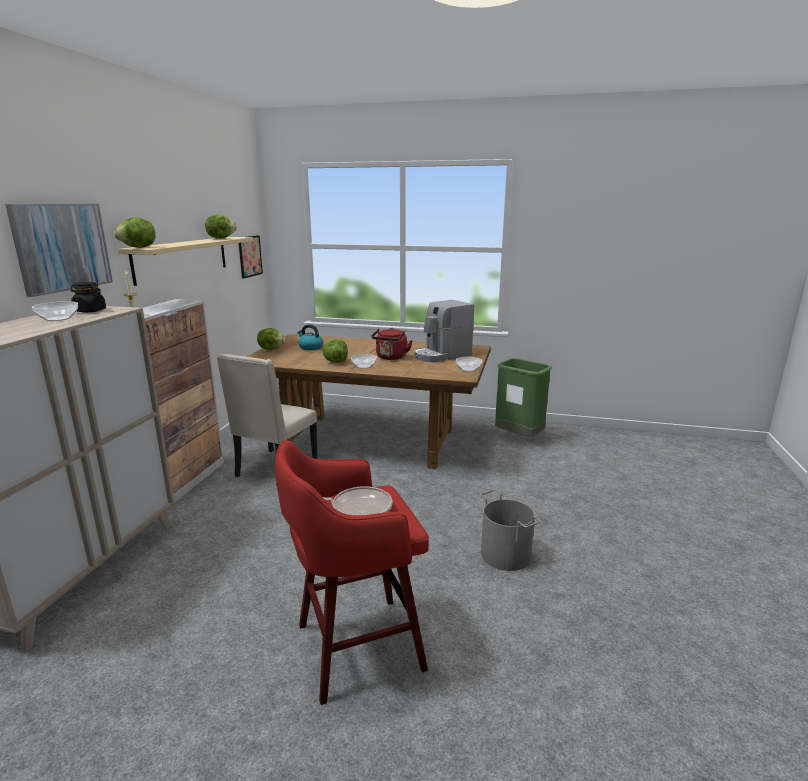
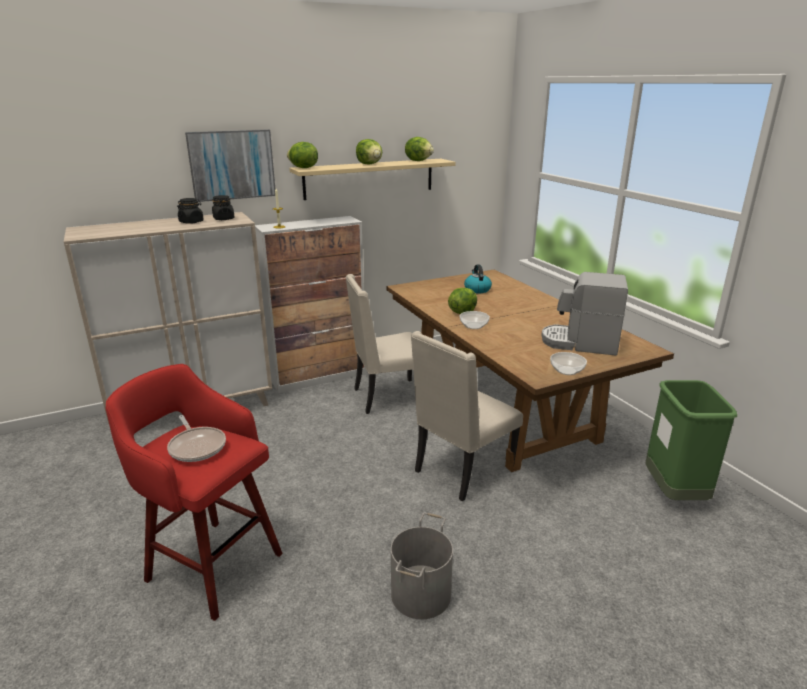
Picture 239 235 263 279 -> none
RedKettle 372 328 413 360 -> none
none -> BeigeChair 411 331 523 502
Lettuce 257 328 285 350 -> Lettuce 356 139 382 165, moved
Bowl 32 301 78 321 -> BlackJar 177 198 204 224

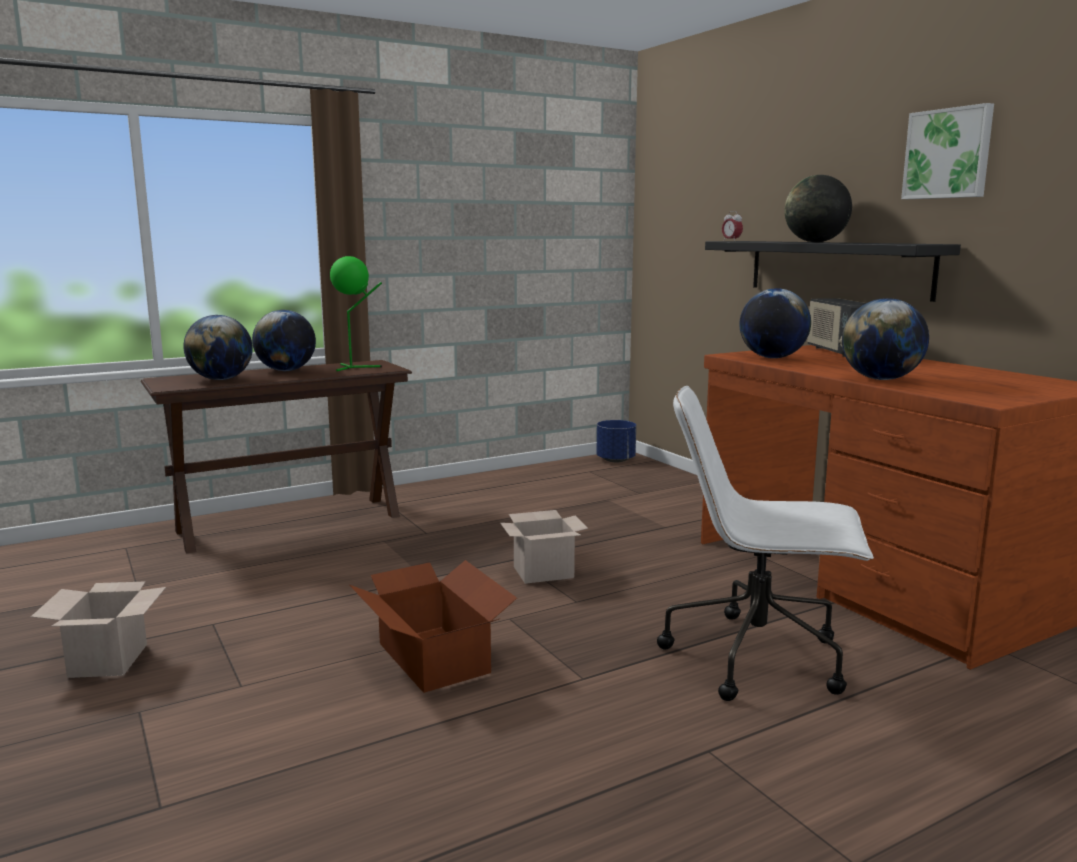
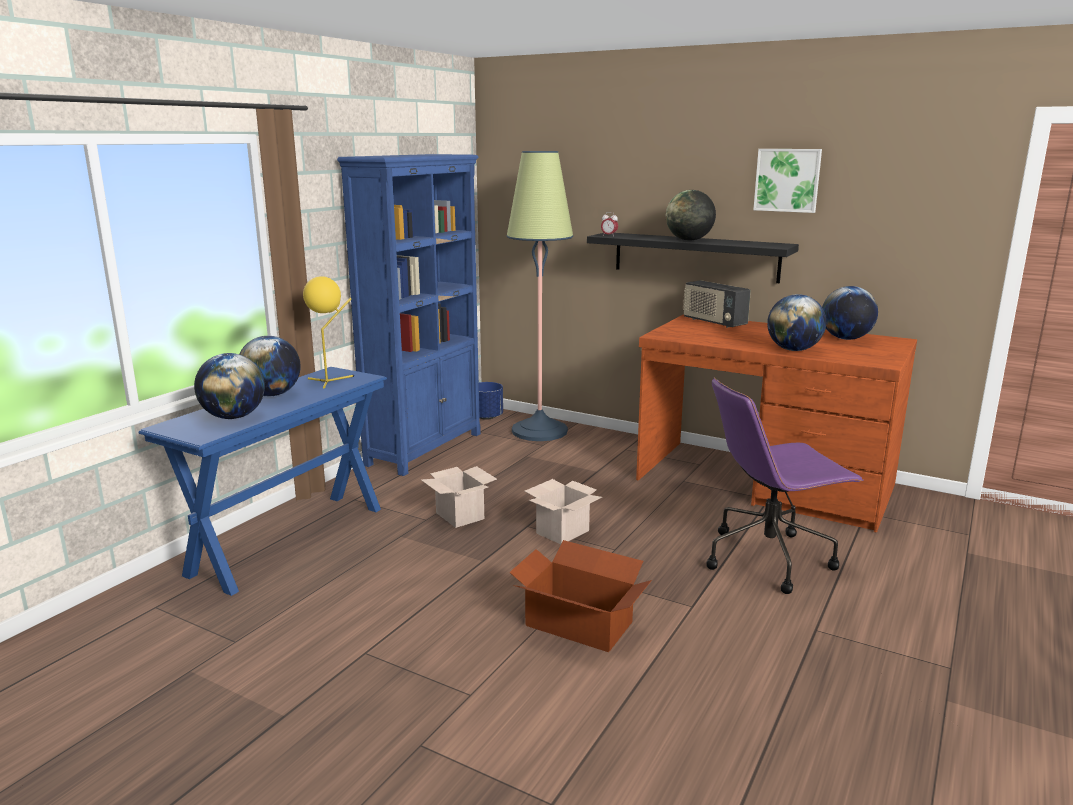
none -> BlueBookcase 337 154 481 476
none -> FloorLamp 507 151 573 441
CardboardBox 31 581 166 678 -> CardboardBox 421 466 497 528, moved
Globe 739 288 811 358 -> Globe 822 286 878 340, moved
BrownConsoleTable 141 360 412 554 -> BlueConsoleTable 139 367 387 596
GreenTableLamp 330 256 382 371 -> YellowTableLamp 303 276 354 388
WhiteOfficeChair 657 386 874 701 -> PurpleOfficeChair 707 378 864 594

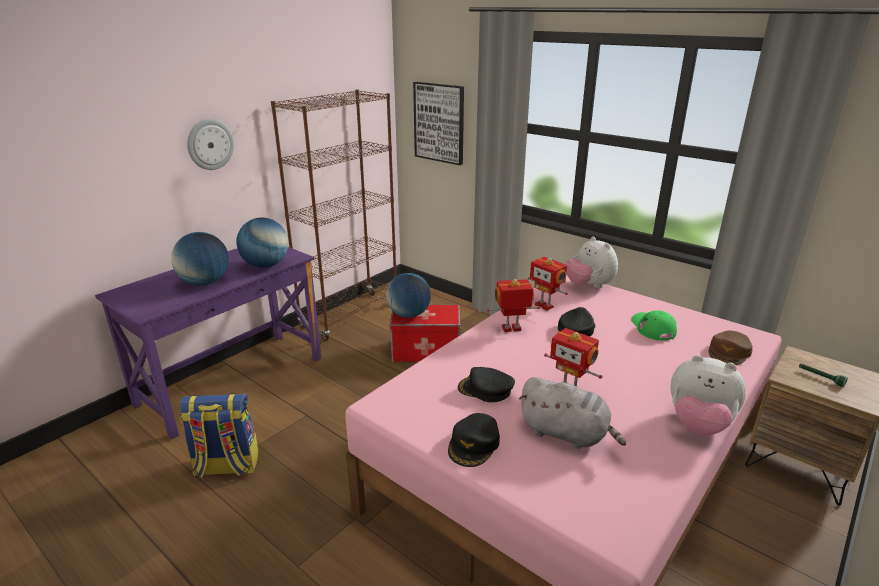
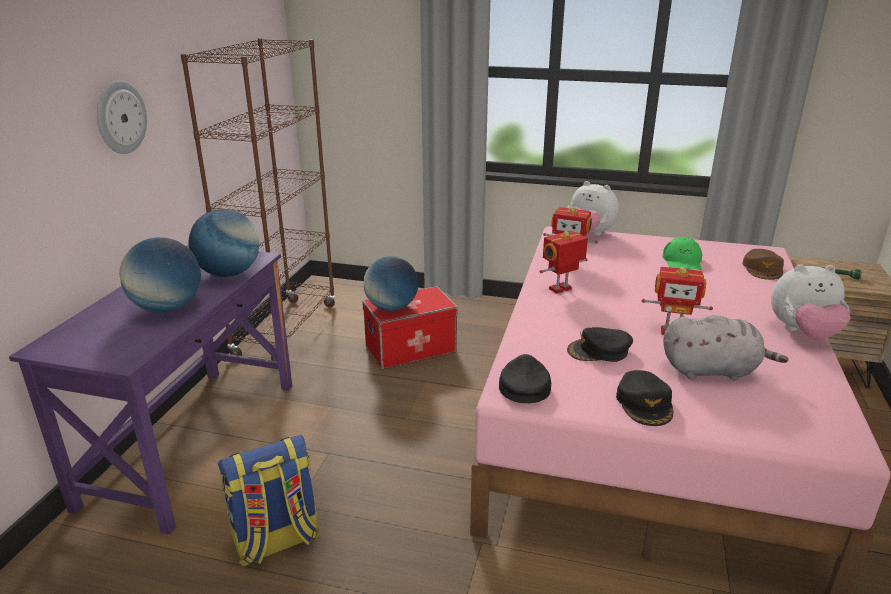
Picture 413 82 464 165 -> none
BlackCap 558 307 595 336 -> BlackCap 499 354 551 403, moved
GreenCap 631 310 677 341 -> GreenCap 663 237 702 270, 135 degrees counterclockwise

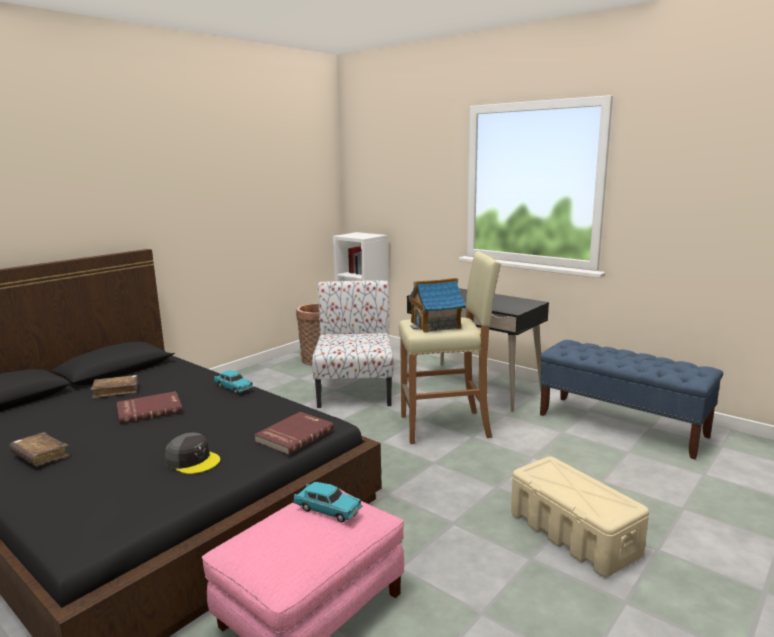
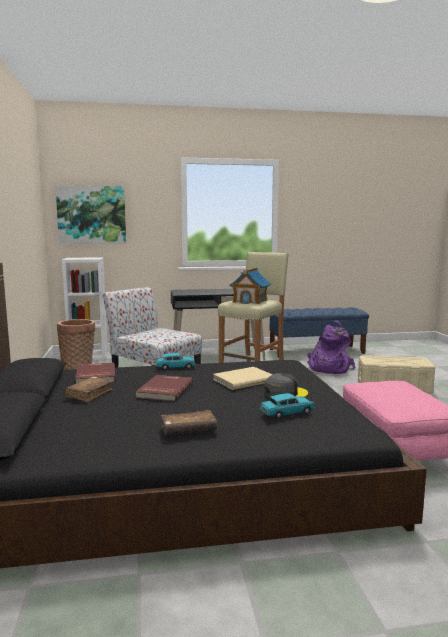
none -> Picture 55 185 126 244
none -> BeigeBook 213 367 273 390
none -> PurpleBackpack 307 321 356 374
RedBook 254 412 334 455 -> RedBook 75 362 115 383, moved
TurquoiseToyCar 293 482 363 522 -> TurquoiseToyCar 259 393 315 419, moved

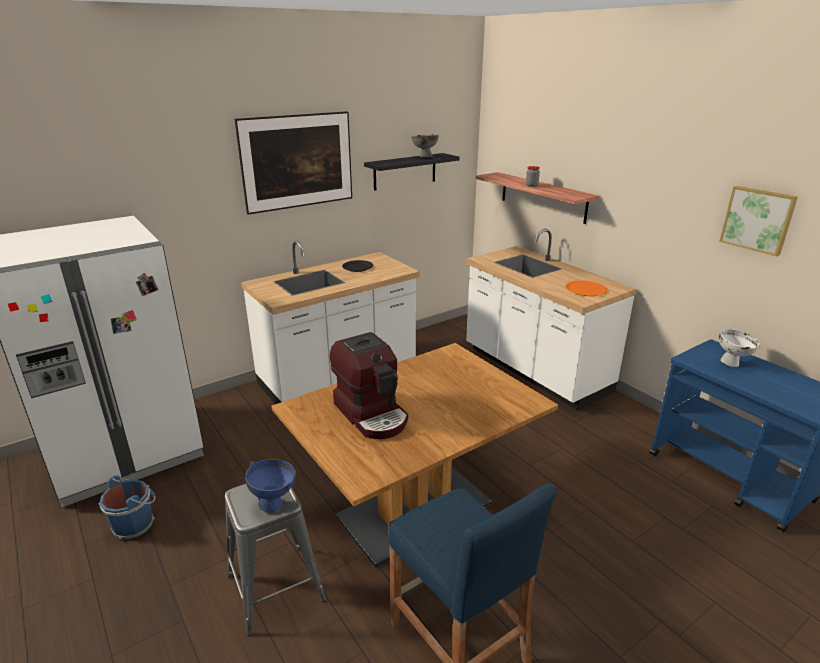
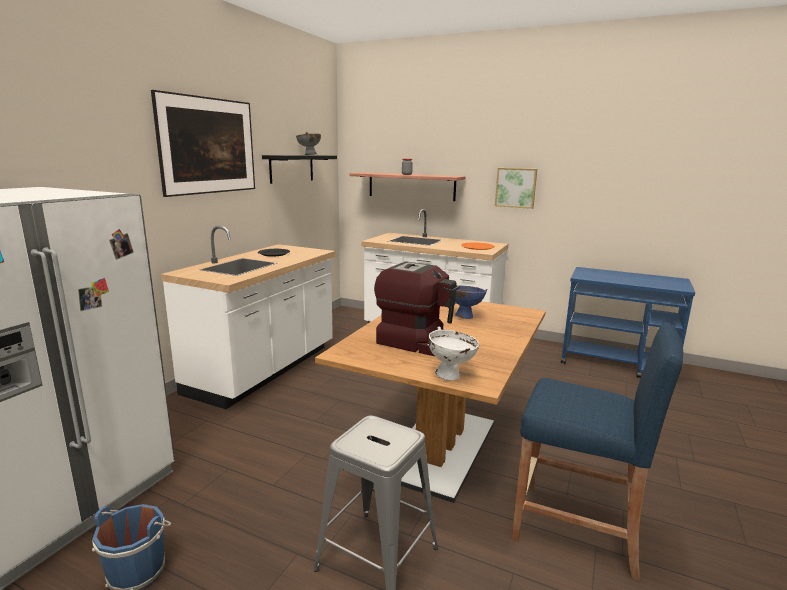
BlueBowl 245 459 296 512 -> BlueBowl 455 285 488 319, moved
Picture 719 186 798 256 -> Picture 495 168 537 209, moved
WhiteBowl 719 327 761 367 -> WhiteBowl 428 327 479 381, moved

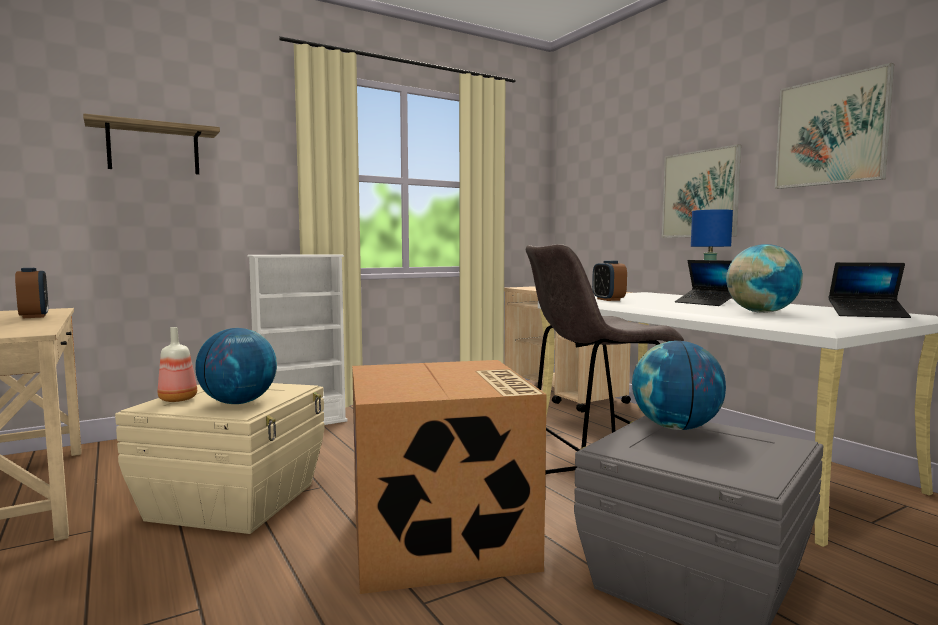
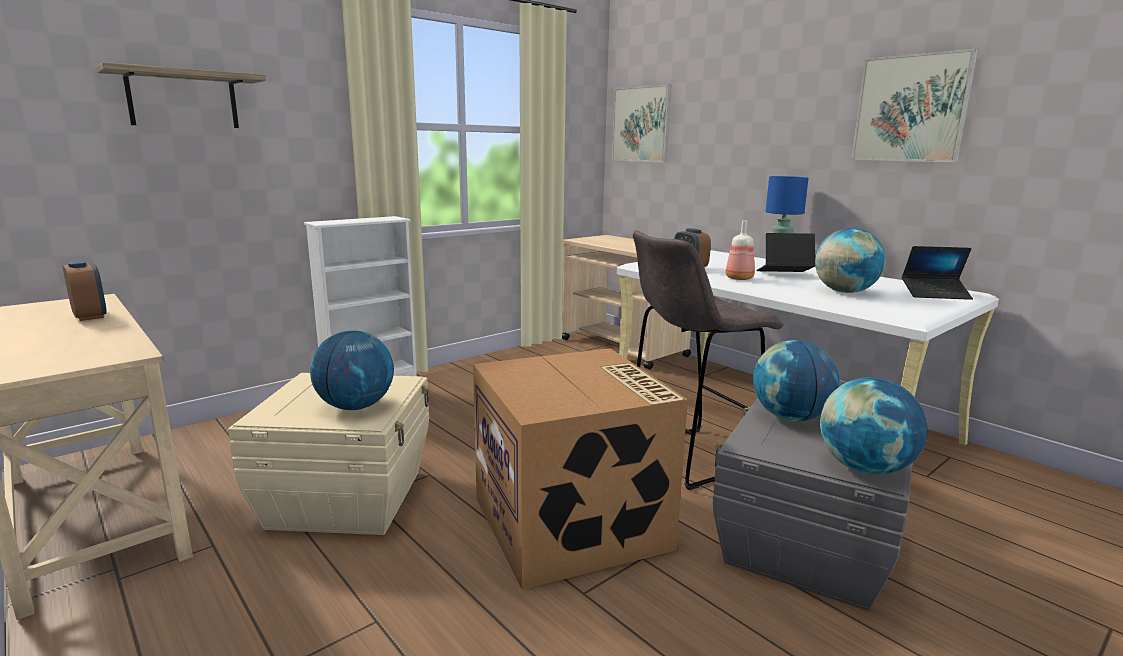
none -> Globe 820 377 928 475
Bottle 158 327 197 402 -> Bottle 725 221 755 280, moved
Picture 662 144 741 238 -> Picture 612 84 671 162, moved
Laptop 675 260 732 306 -> Laptop 756 233 815 272, 135 degrees clockwise

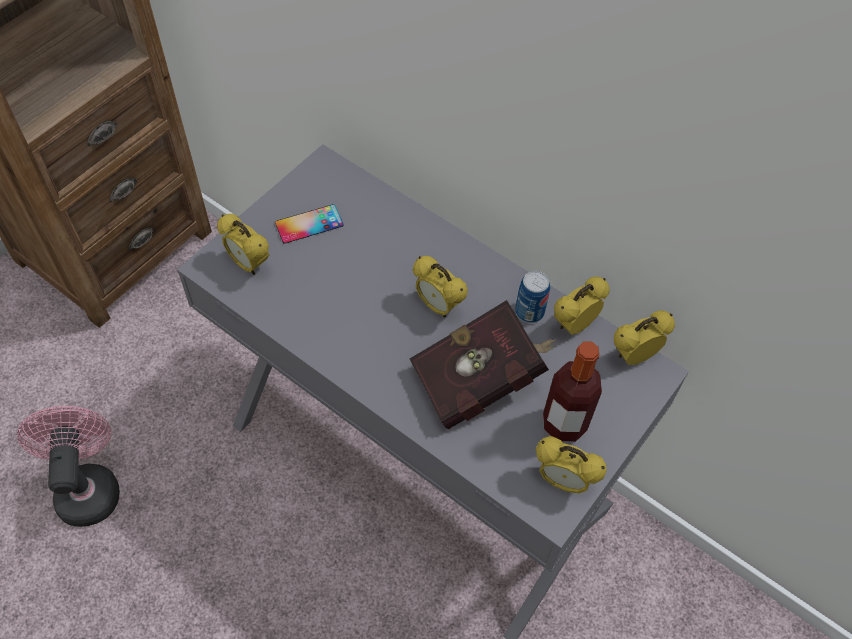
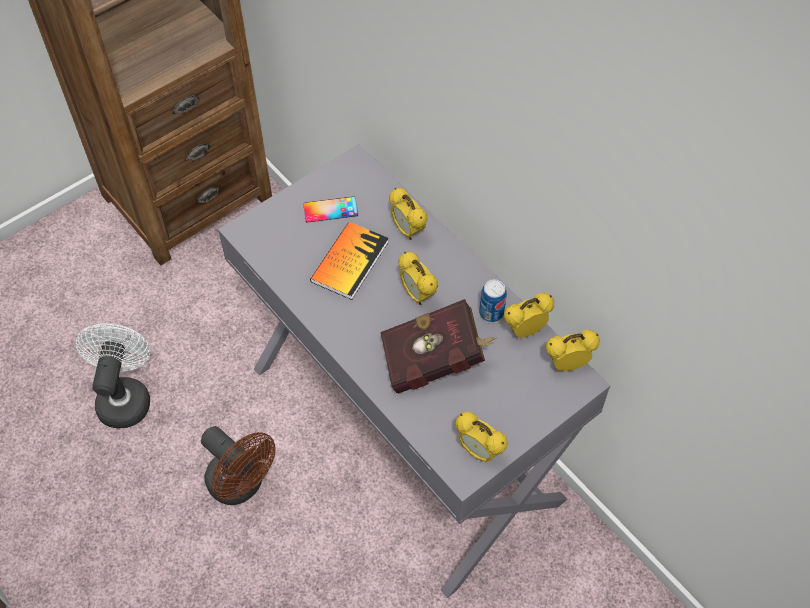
Bottle 543 341 602 442 -> none
none -> BrownFan 201 426 276 505
none -> Book 310 222 389 300
AlarmClock 217 214 269 275 -> AlarmClock 389 188 428 240, moved
PinkFan 17 406 120 527 -> WhiteFan 76 324 151 429

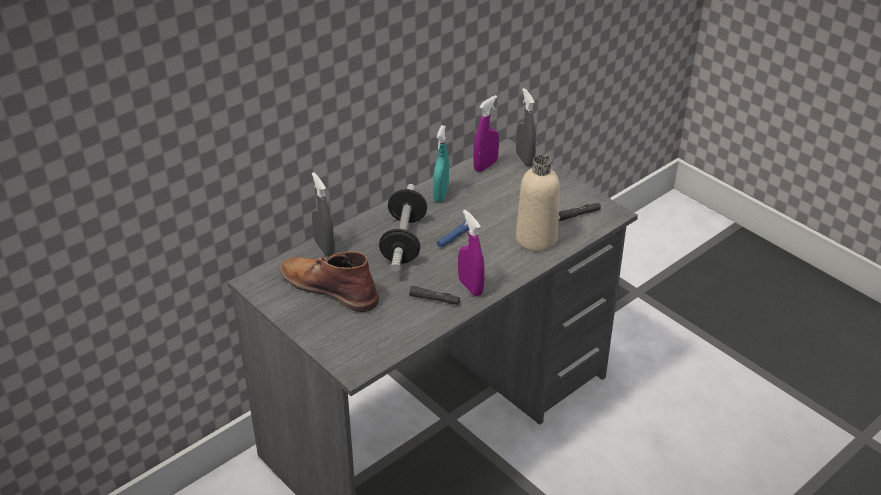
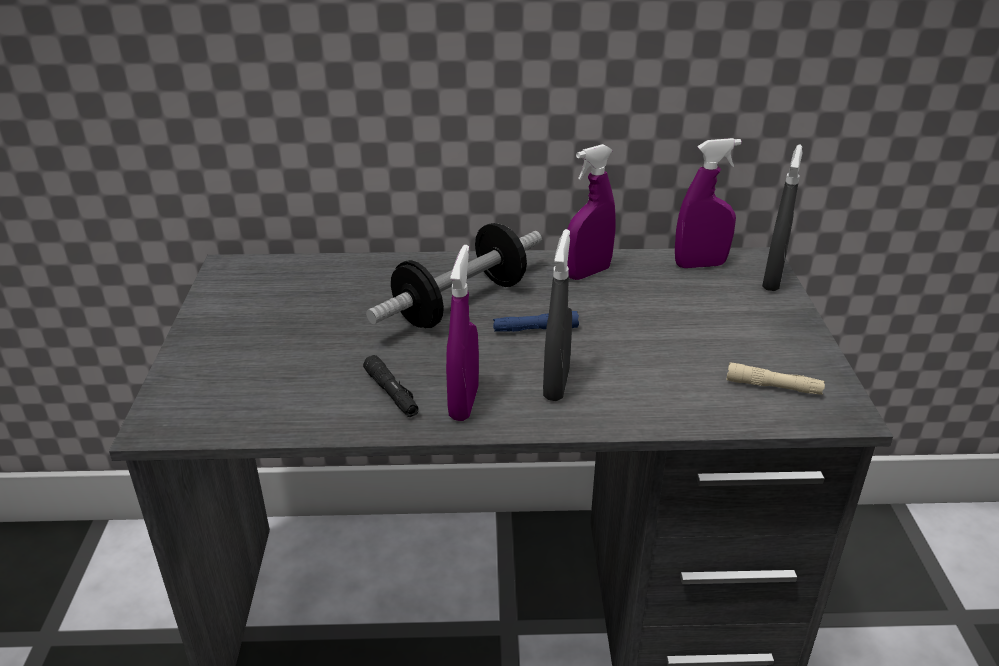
BrownBoot 280 251 379 312 -> none
BeigeBottle 516 155 560 252 -> none
GreySprayBottle 312 172 335 257 -> GreySprayBottle 543 229 572 401, moved
TurquoiseSprayBottle 433 125 449 202 -> PurpleSprayBottle 567 144 616 280
BlackFlashlight 558 203 601 221 -> BeigeFlashlight 726 362 825 395

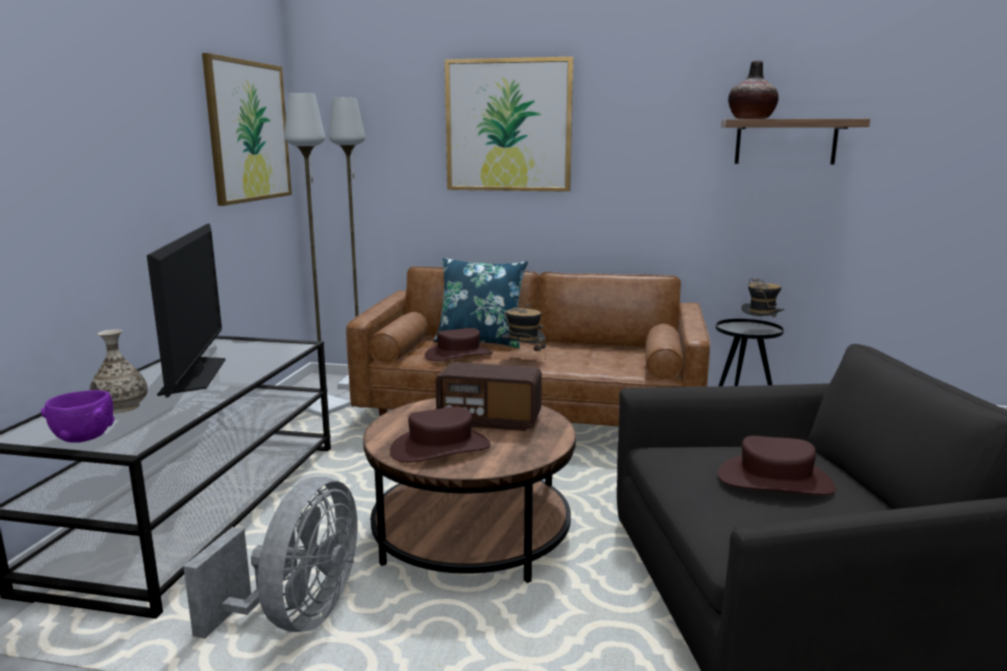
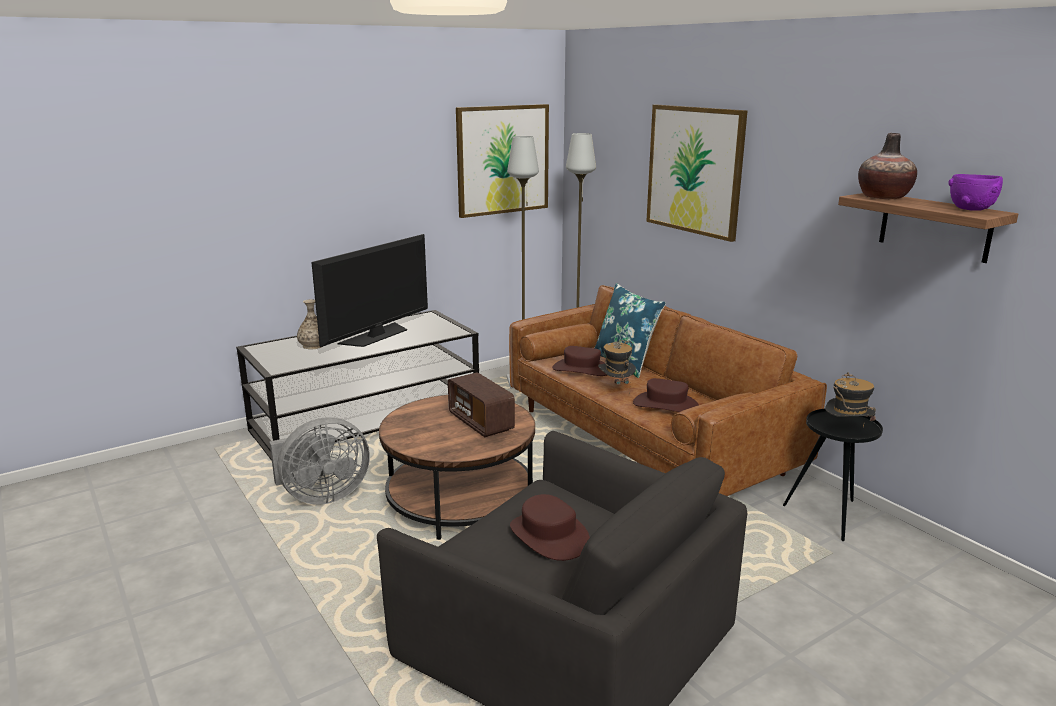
PurpleBowl 41 390 115 443 -> PurpleBowl 948 174 1003 210, moved
BrownHat 390 407 491 463 -> BrownHat 633 378 699 412, moved

